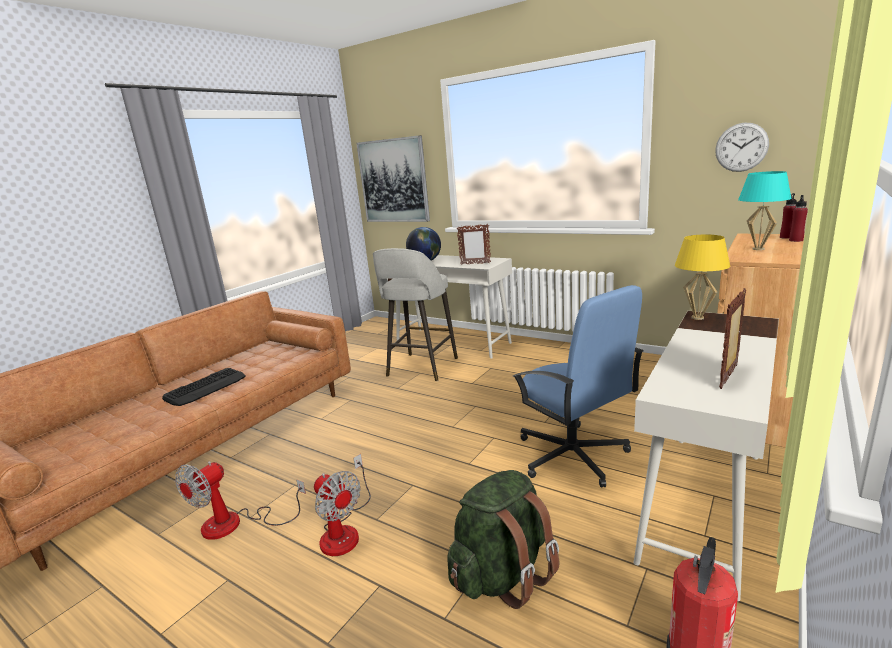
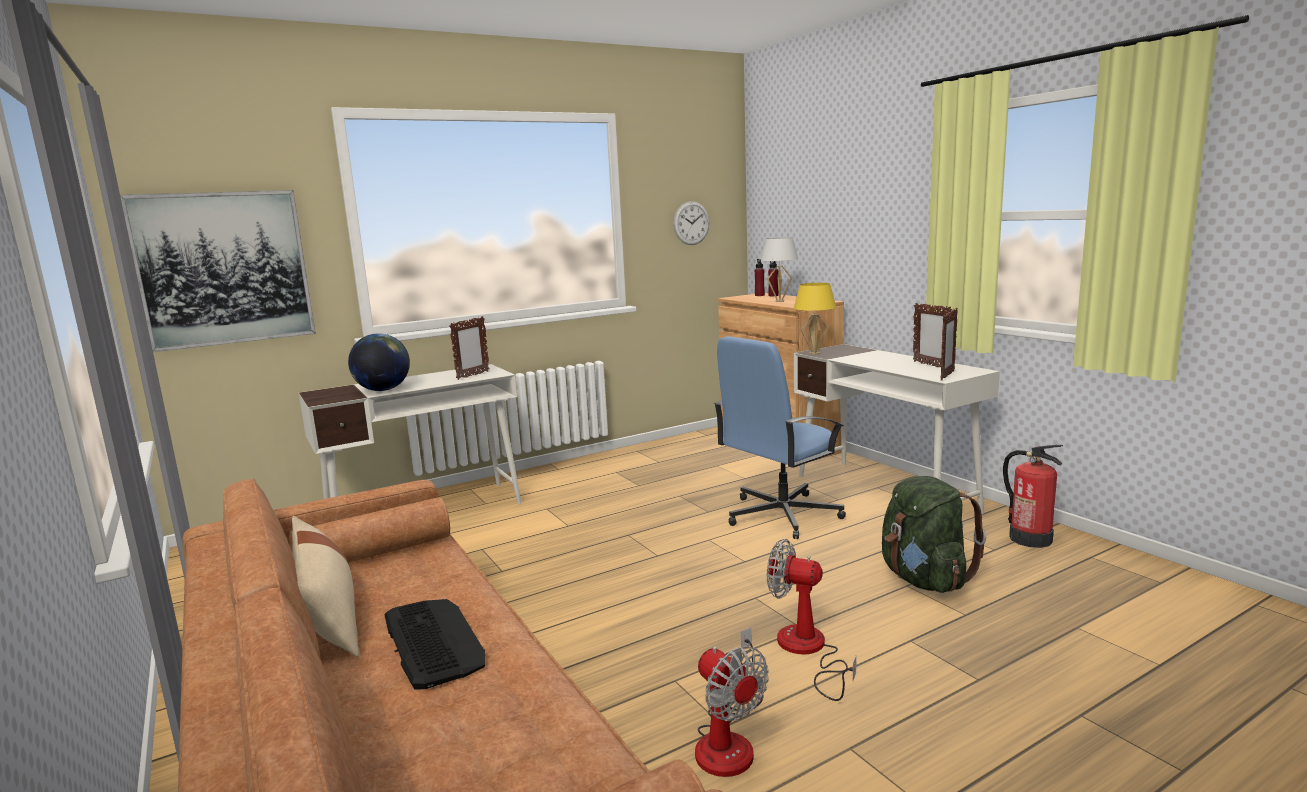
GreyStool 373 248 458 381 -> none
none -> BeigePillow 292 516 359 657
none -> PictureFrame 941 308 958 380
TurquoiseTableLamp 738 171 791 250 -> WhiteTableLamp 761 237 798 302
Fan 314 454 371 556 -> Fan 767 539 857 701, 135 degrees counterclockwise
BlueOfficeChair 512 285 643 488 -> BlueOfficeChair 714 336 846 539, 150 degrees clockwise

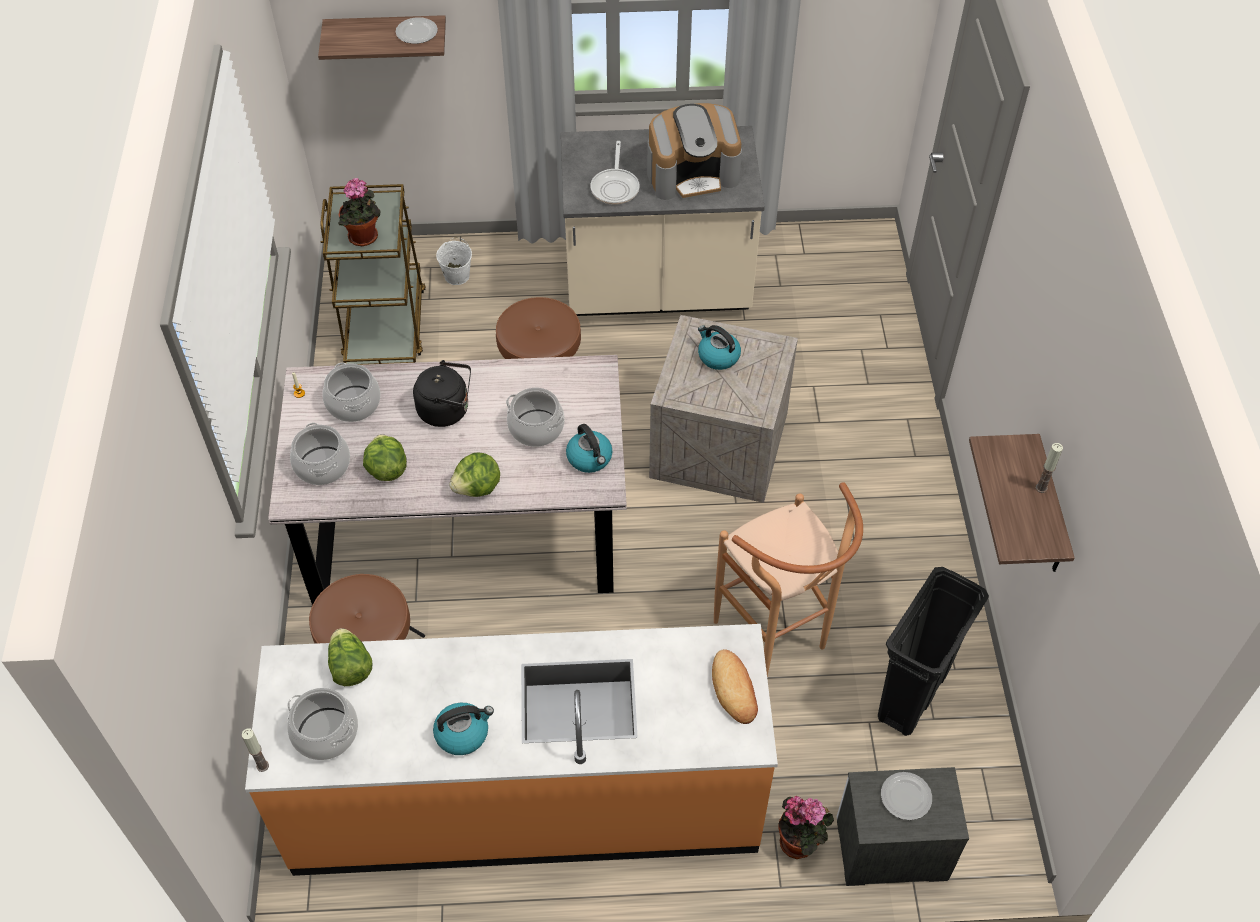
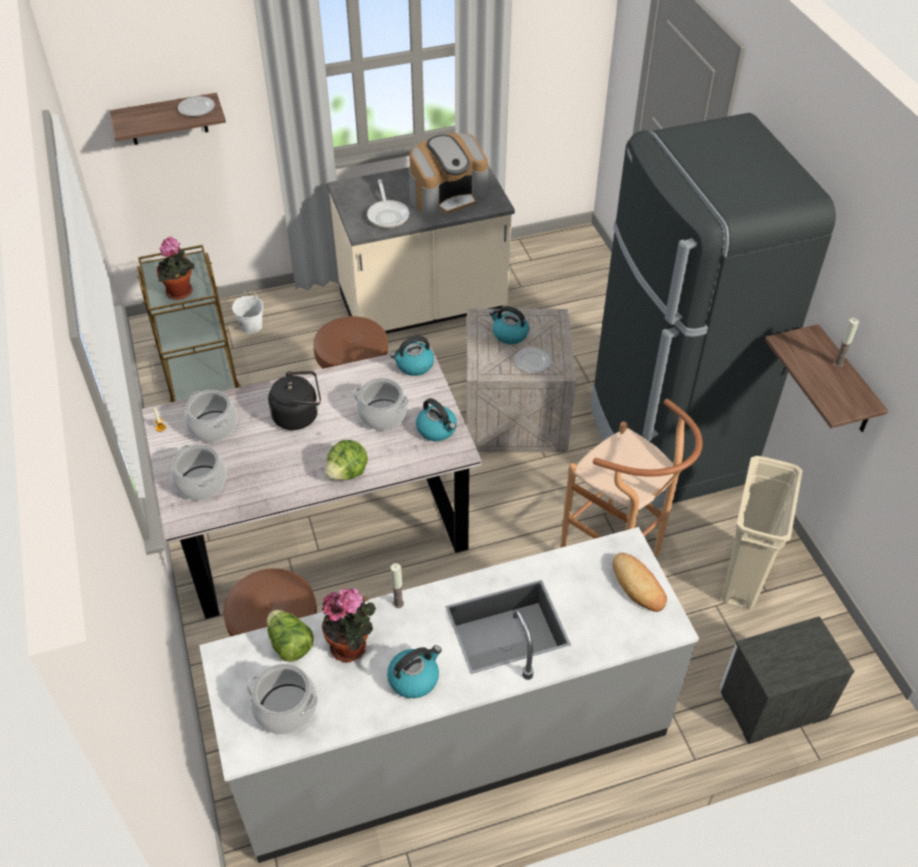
Lettuce 363 434 407 481 -> none
none -> Kettle 390 336 434 376
none -> BlackFridge 591 113 836 508
Candle 242 729 269 772 -> Candle 391 563 404 608, moved
PottedPlant 779 796 834 859 -> PottedPlant 322 588 376 662, moved
Plate 881 772 932 820 -> Plate 514 347 551 373, moved
OrangeCounter 245 624 778 876 -> GreyCounter 199 527 699 863
BlackTrashCan 878 567 989 736 -> BeigeTrashCan 722 456 803 610

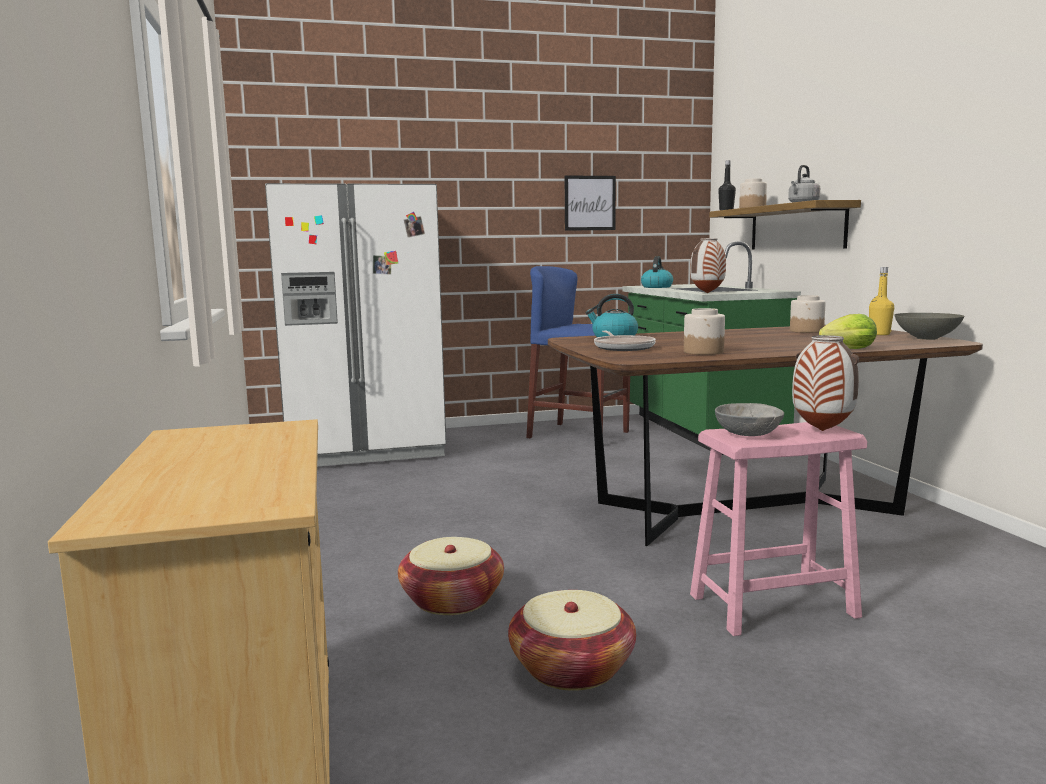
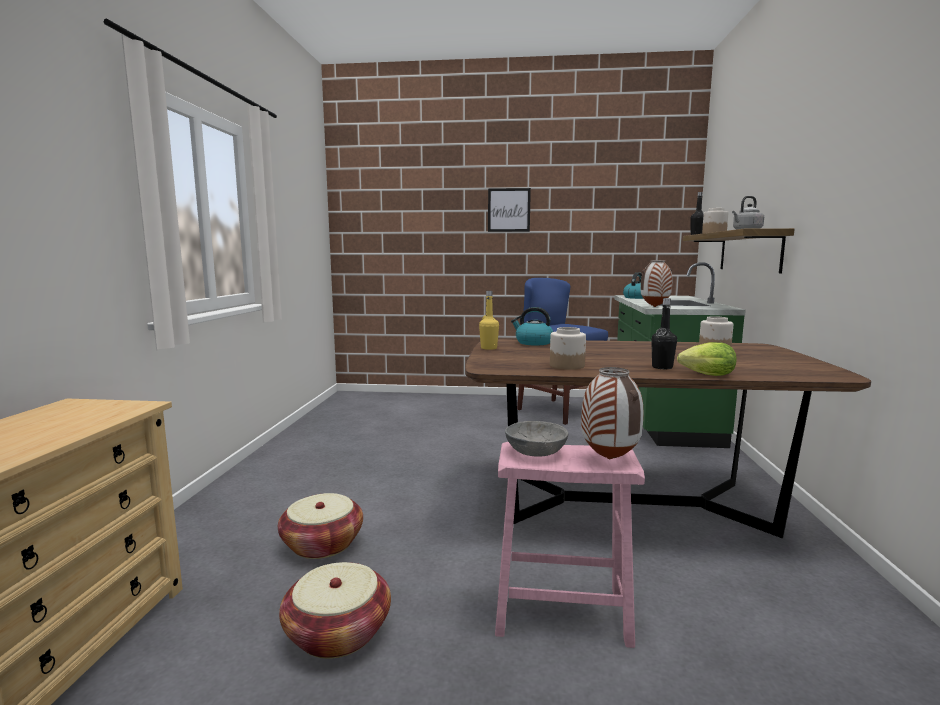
WhiteFridge 265 183 446 466 -> none
FryingPan 594 331 656 351 -> none
GreyBowl 894 313 964 340 -> none
none -> BlackBottle 651 298 677 369
Picture 565 175 616 231 -> Picture 488 188 531 232, moved
YellowBottle 869 267 894 335 -> YellowBottle 479 291 499 350, moved

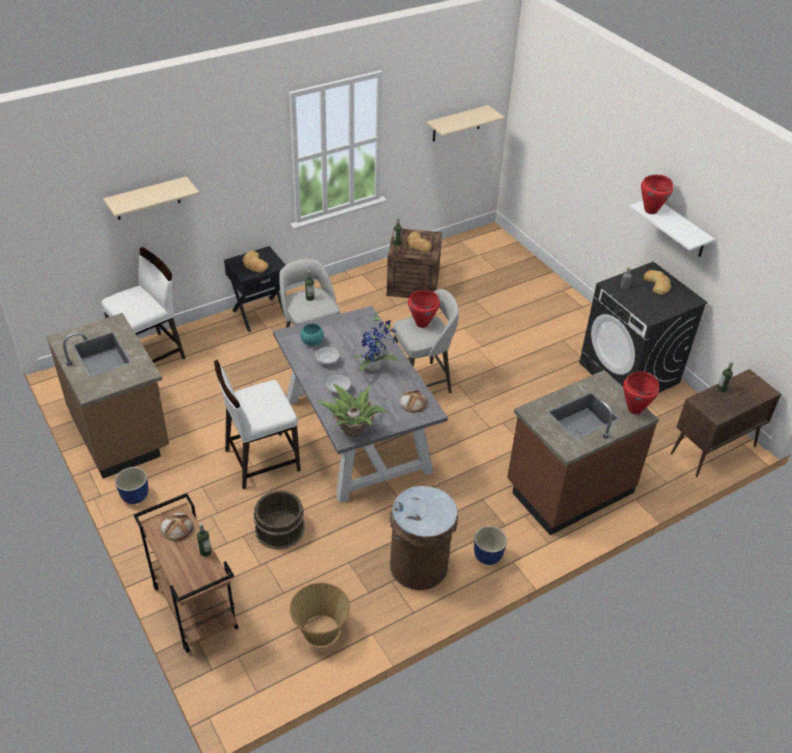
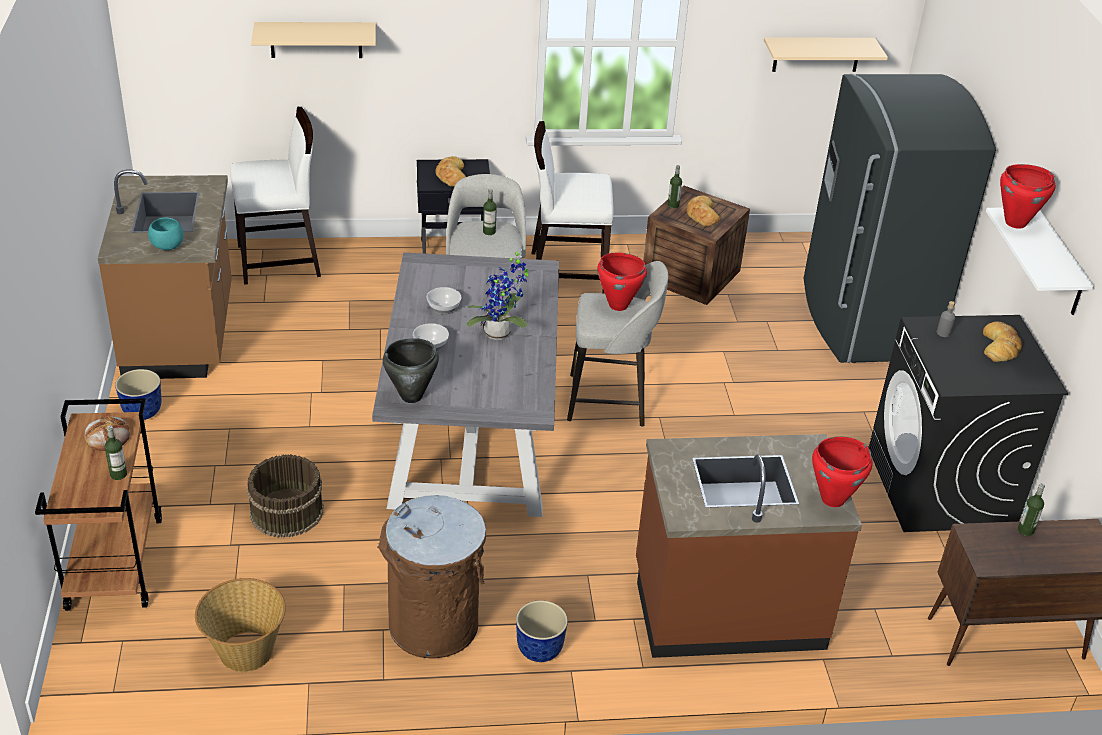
Bread 399 390 428 413 -> none
none -> GreyFridge 804 74 996 363
WhiteChair 214 360 301 489 -> WhiteChair 532 121 614 294, moved
TurquoiseBowl 300 324 324 346 -> TurquoiseBowl 148 218 184 250, moved
PottedPlant 317 384 388 437 -> BlackCookingPot 383 338 439 403

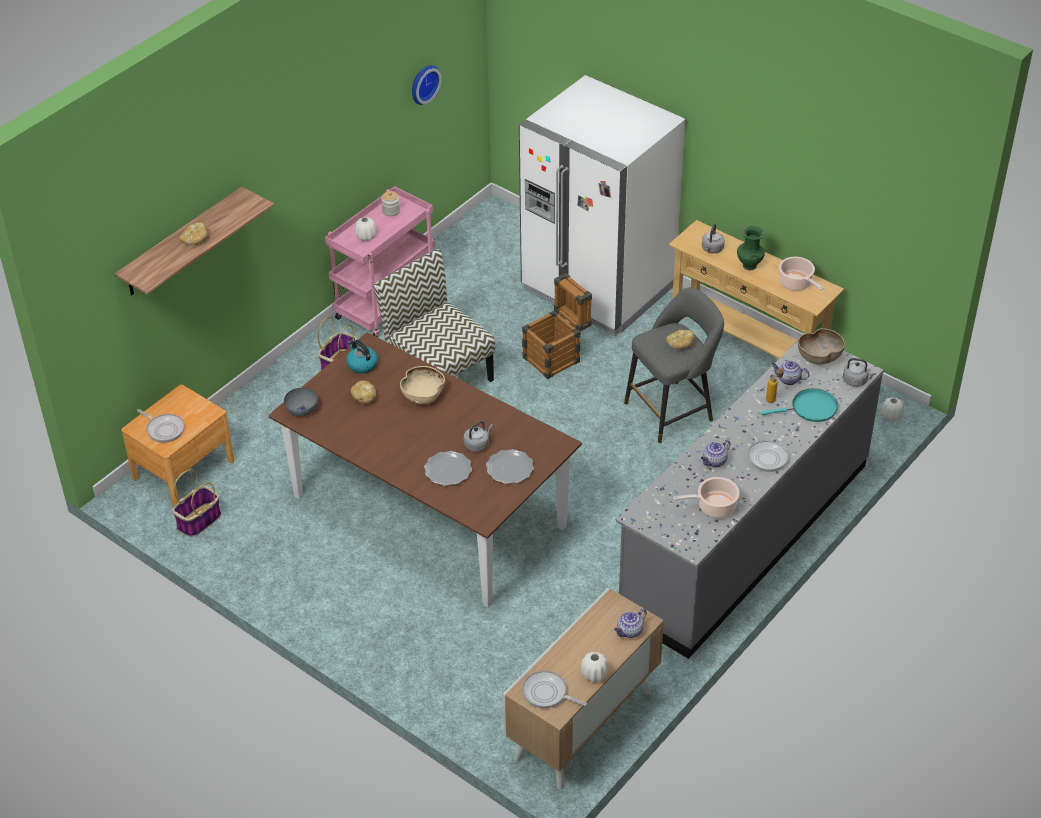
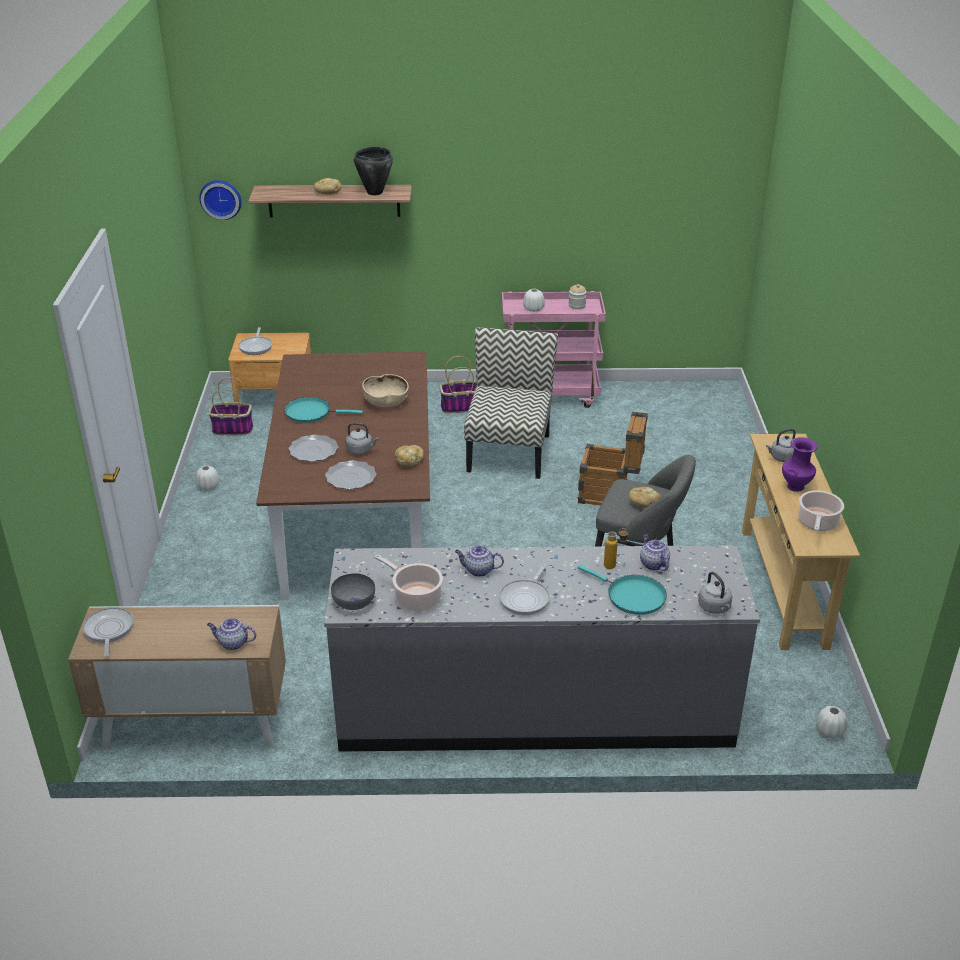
Kettle 346 340 378 374 -> none
WhiteFridge 519 75 685 336 -> none
BrownBowl 798 328 845 365 -> none
none -> TurquoiseFryingPan 284 397 363 423
none -> BlackCookingPot 354 147 393 195
GreyBowl 284 388 318 417 -> GreyBowl 331 573 375 610, moved
Bread 351 381 376 404 -> Bread 395 445 424 467, moved
WallClock 412 65 442 105 -> WallClock 199 180 242 220, moved
WhiteVase 581 652 609 682 -> WhiteVase 196 466 219 491, moved
GreenVase 737 226 765 270 -> PurpleVase 782 437 818 492

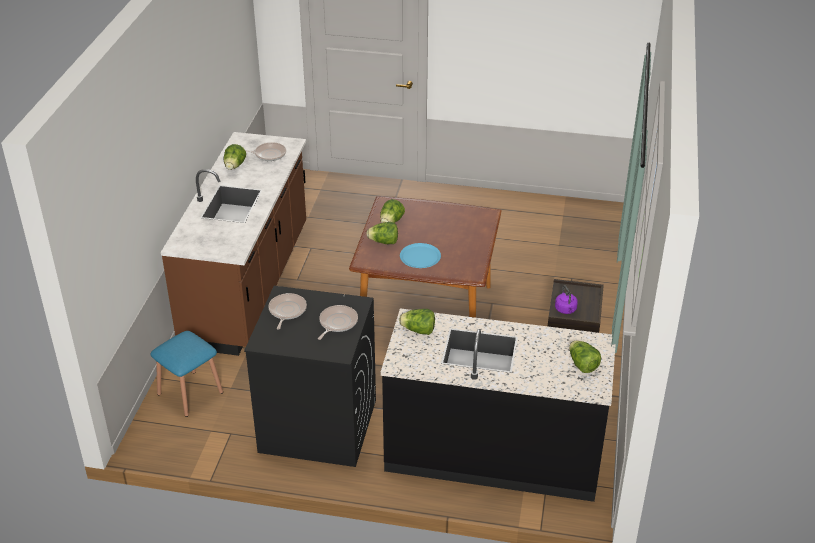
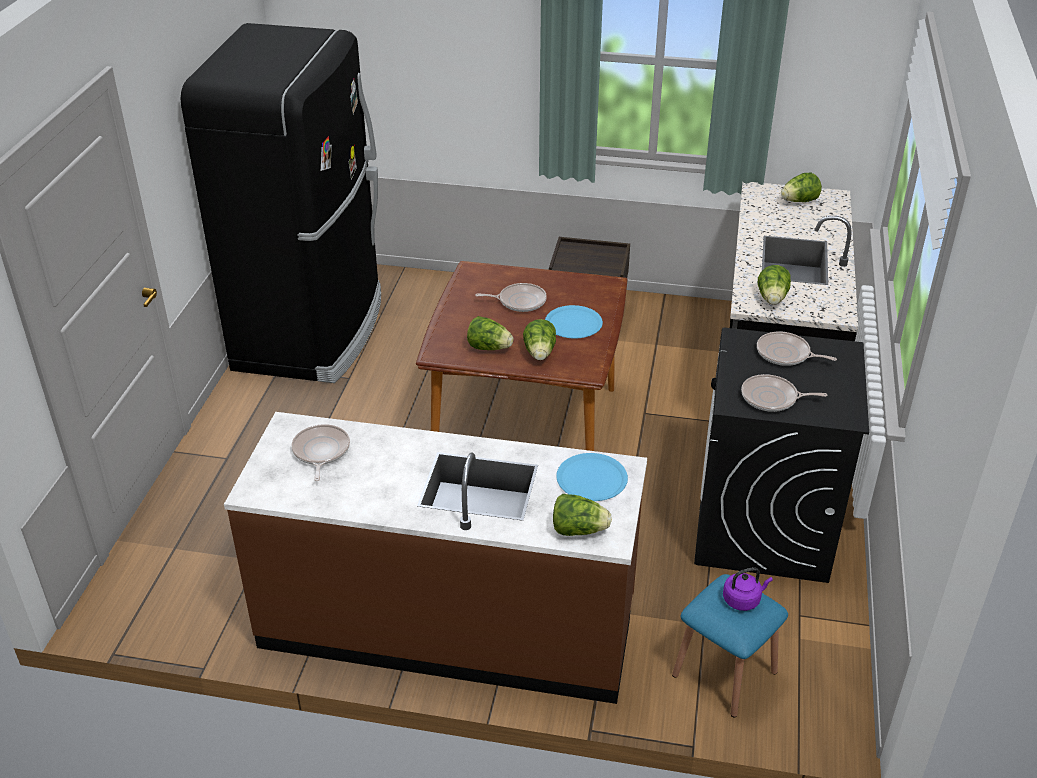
none -> BlackFridge 181 23 381 383
none -> FryingPan 476 283 547 312
none -> BluePlate 556 453 628 501
Lettuce 223 144 246 170 -> Lettuce 553 494 612 536, moved
PurpleKettle 555 285 578 314 -> PurpleKettle 723 567 773 611, moved

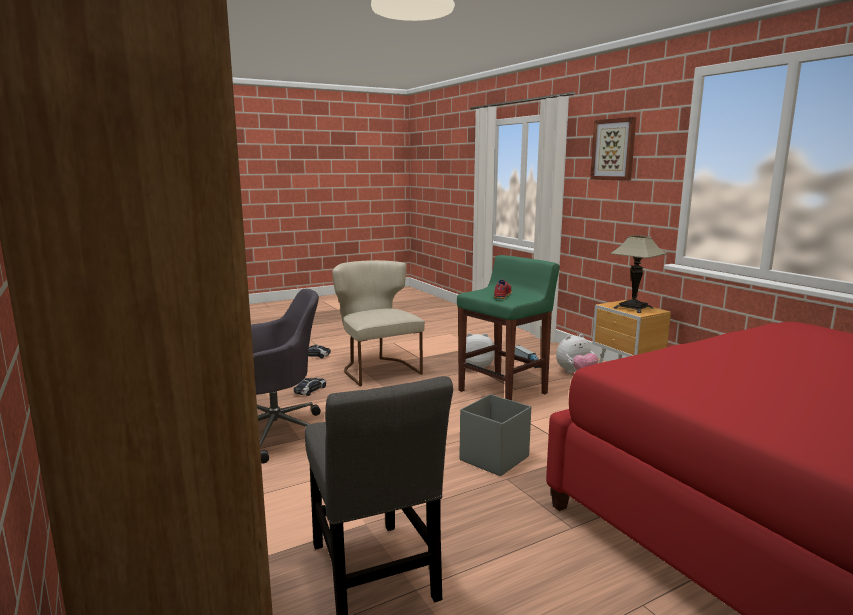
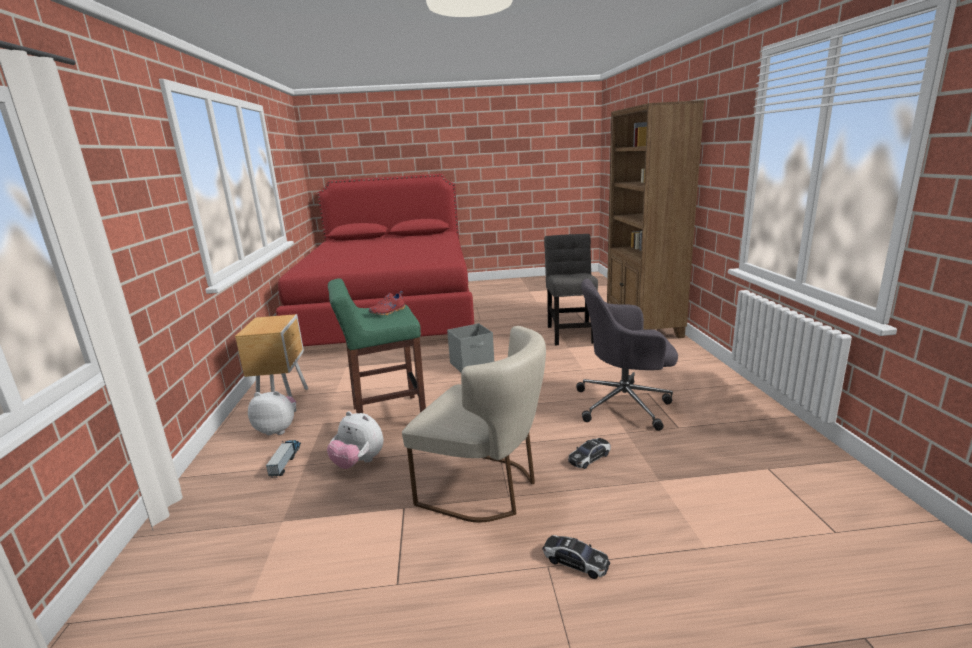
Picture 590 117 636 181 -> none
TableLamp 610 235 667 313 -> none
BeigeChair 332 260 425 386 -> BeigeChair 402 326 546 523, 60 degrees counterclockwise

